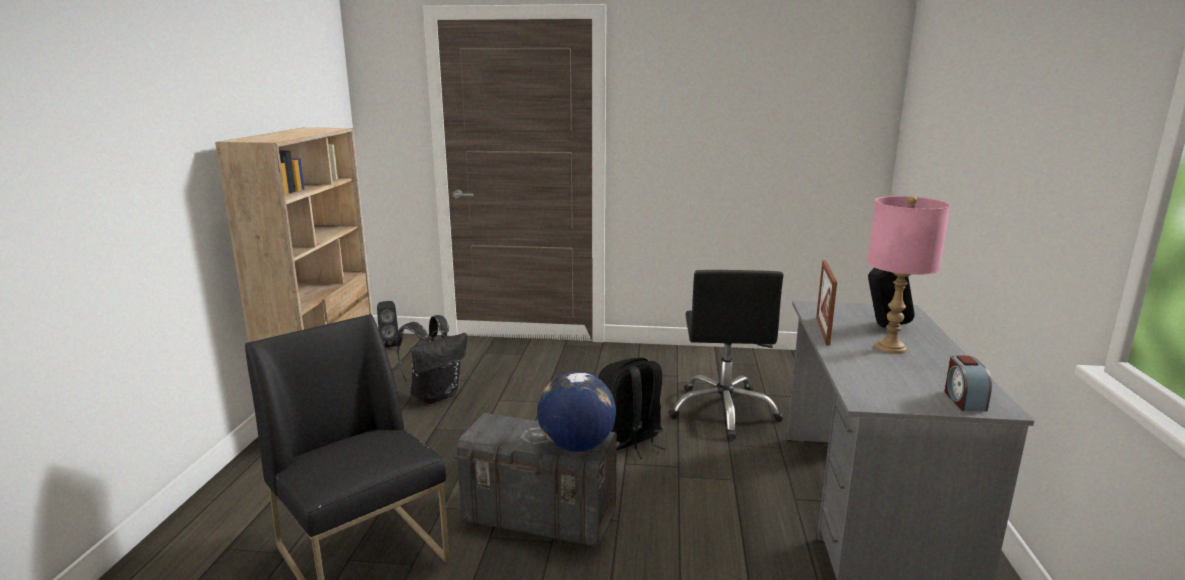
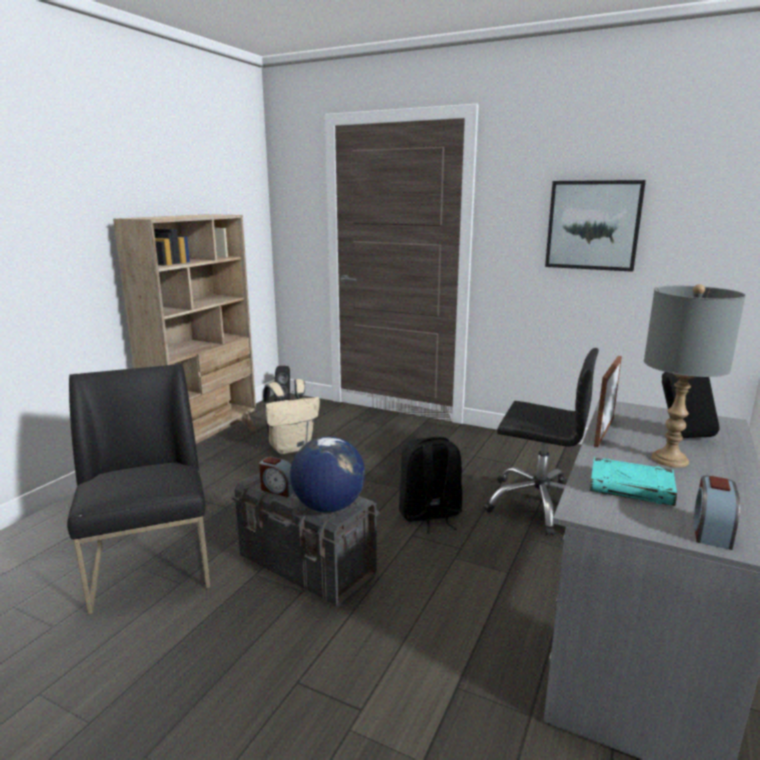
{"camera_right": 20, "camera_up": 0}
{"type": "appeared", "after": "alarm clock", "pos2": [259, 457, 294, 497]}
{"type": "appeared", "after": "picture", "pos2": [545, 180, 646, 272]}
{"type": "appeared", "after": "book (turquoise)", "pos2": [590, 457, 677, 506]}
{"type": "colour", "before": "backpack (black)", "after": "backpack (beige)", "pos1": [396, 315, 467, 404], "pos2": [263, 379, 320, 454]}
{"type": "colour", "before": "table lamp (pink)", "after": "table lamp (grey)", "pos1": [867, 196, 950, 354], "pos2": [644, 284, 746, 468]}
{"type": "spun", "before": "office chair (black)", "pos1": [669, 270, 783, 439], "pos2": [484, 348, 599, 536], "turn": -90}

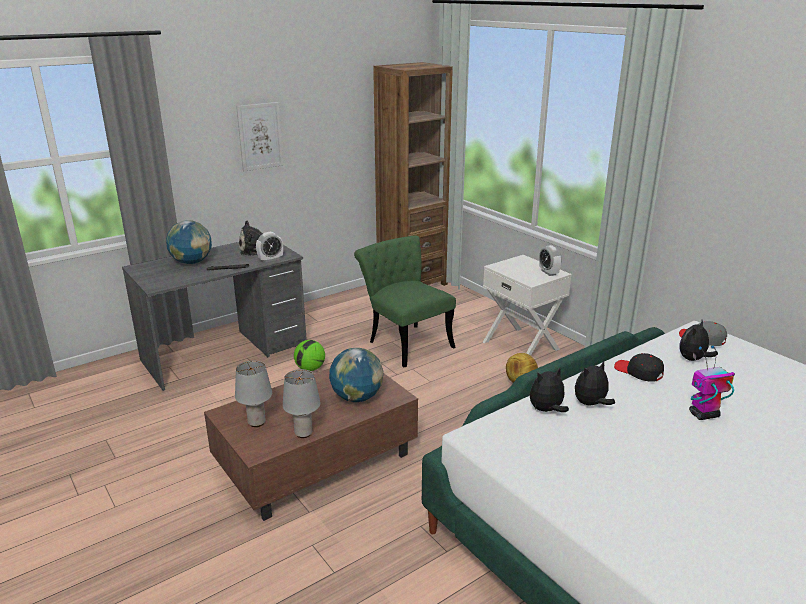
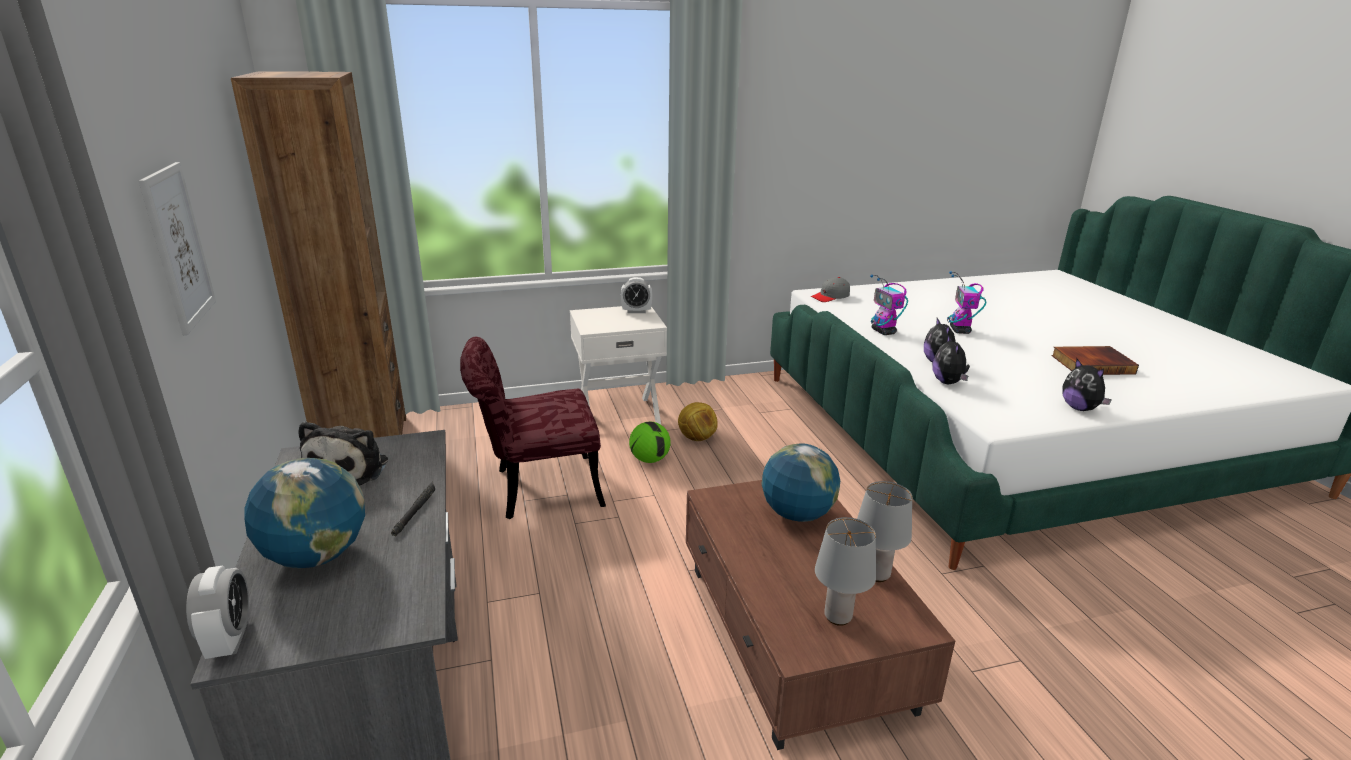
{"camera_right": -70, "camera_up": 0}
{"type": "appeared", "after": "book", "pos2": [1051, 346, 1139, 375]}
{"type": "relocated", "before": "alarm clock", "pos1": [256, 232, 283, 263], "pos2": [186, 566, 249, 659]}
{"type": "relocated", "before": "football", "pos1": [294, 340, 325, 371], "pos2": [629, 422, 671, 463]}
{"type": "relocated", "before": "plush toy", "pos1": [679, 320, 718, 361], "pos2": [1062, 359, 1112, 411]}
{"type": "exchanged", "before": "cap (black)", "after": "toy robot", "pos1": [614, 353, 664, 382], "pos2": [870, 275, 908, 335]}
{"type": "colour", "before": "chair (green)", "after": "chair (red)", "pos1": [354, 235, 456, 367], "pos2": [460, 337, 606, 519]}

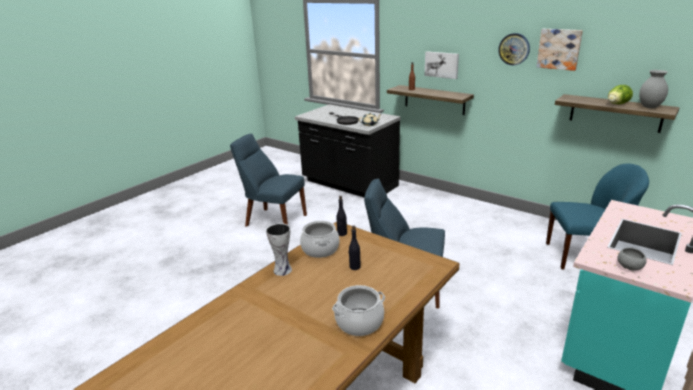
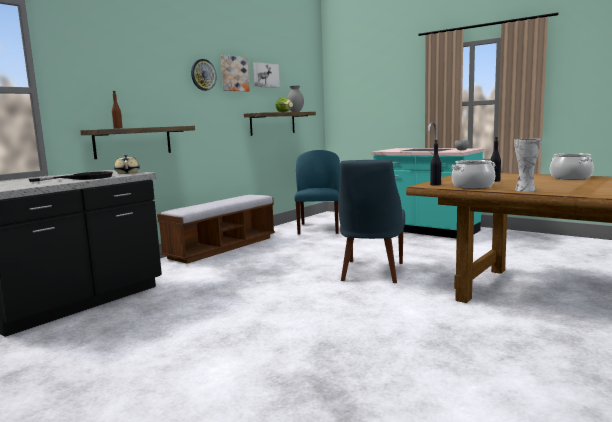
{"camera_right": -90, "camera_up": -15}
{"type": "missing", "before": "chair (blue)", "pos1": [230, 133, 307, 227]}
{"type": "appeared", "after": "bench", "pos2": [157, 195, 275, 264]}
{"type": "relocated", "before": "picture", "pos1": [424, 51, 459, 79], "pos2": [253, 62, 280, 88]}

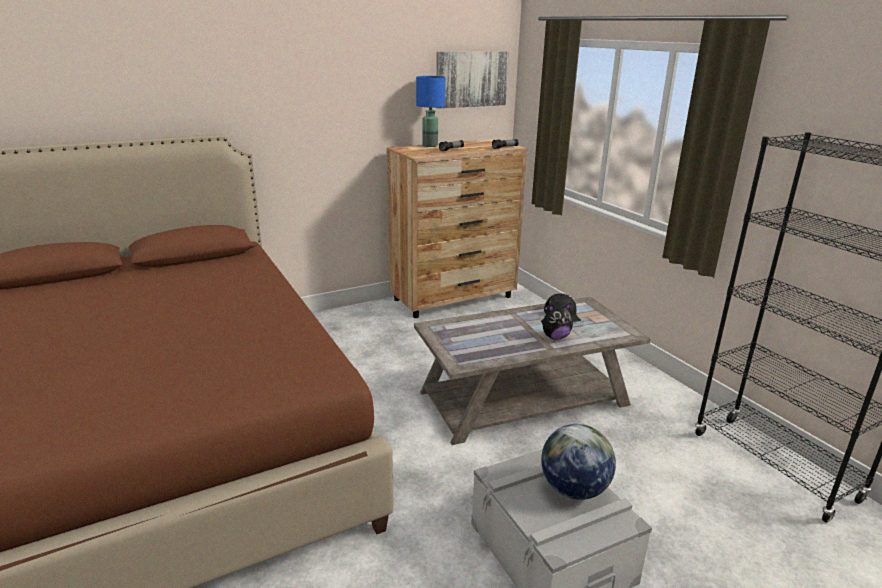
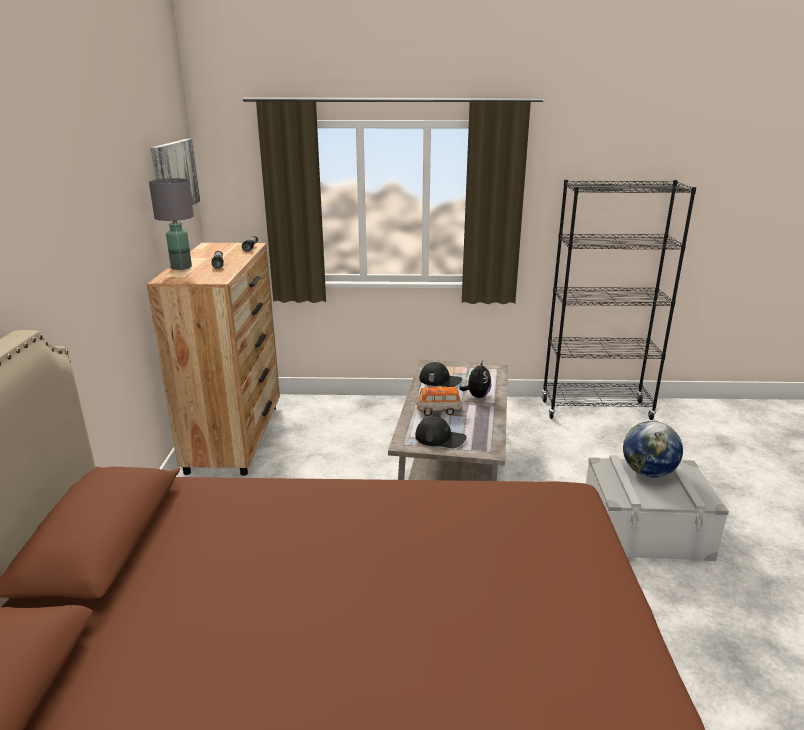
{"camera_right": -60, "camera_up": 0}
{"type": "appeared", "after": "cap (black)", "pos2": [415, 416, 467, 448]}
{"type": "appeared", "after": "toy car", "pos2": [416, 386, 462, 416]}
{"type": "colour", "before": "table lamp (blue)", "after": "table lamp (grey)", "pos1": [416, 76, 445, 147], "pos2": [149, 178, 194, 270]}

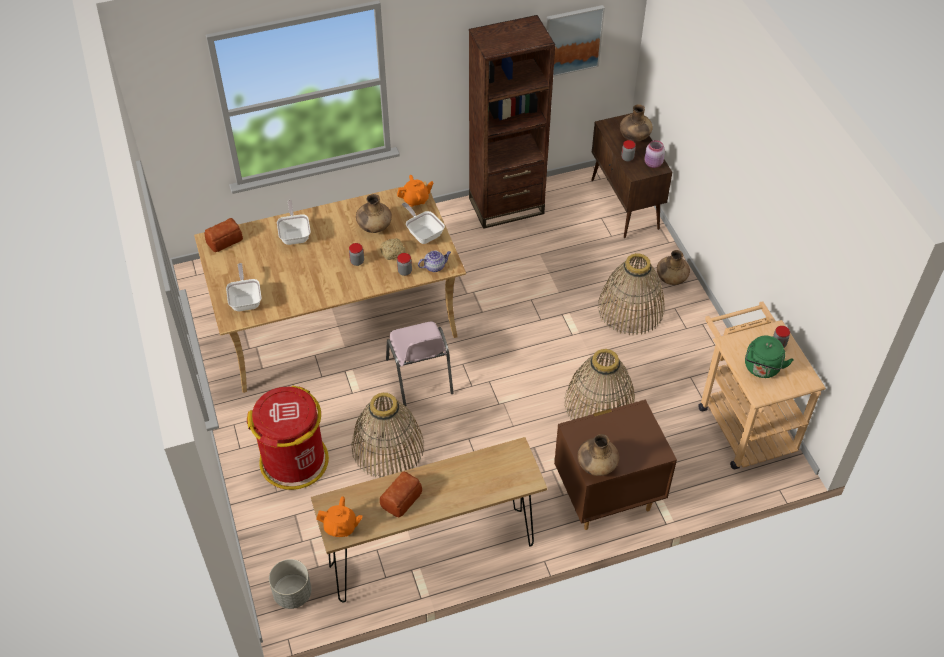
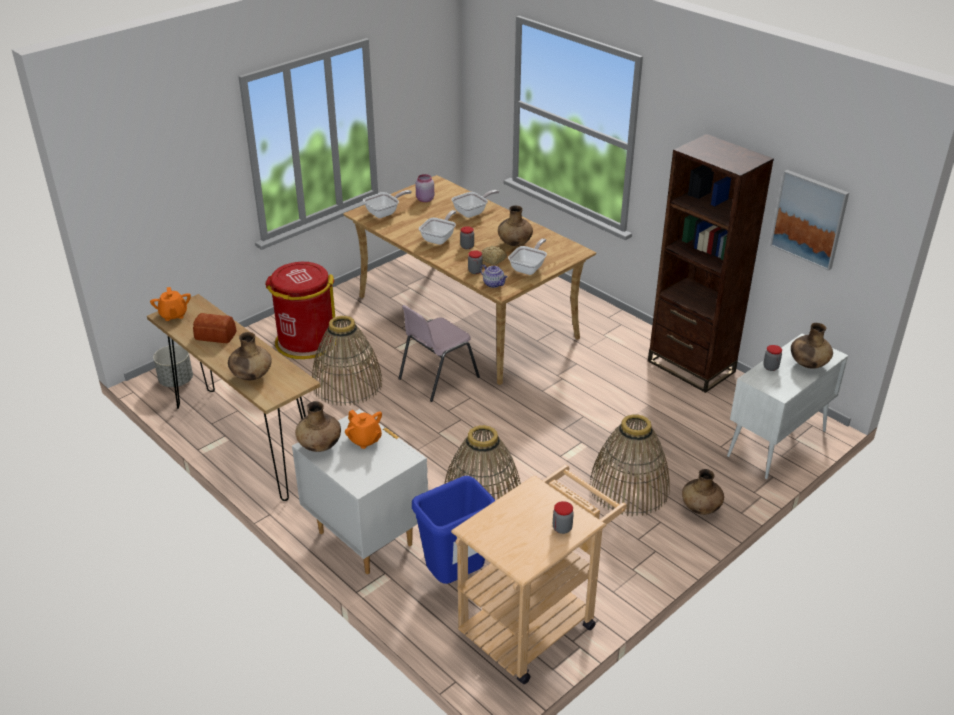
{"camera_right": 65, "camera_up": -15}
{"type": "missing", "before": "bread", "pos1": [204, 218, 243, 252]}
{"type": "missing", "before": "kettle (green)", "pos1": [745, 336, 794, 378]}
{"type": "appeared", "after": "vase (brown)", "pos2": [228, 332, 272, 380]}
{"type": "appeared", "after": "trash can (blue)", "pos2": [412, 476, 495, 584]}
{"type": "appeared", "after": "frying pan", "pos2": [419, 210, 456, 245]}
{"type": "relocated", "before": "teapot (orange)", "pos1": [397, 175, 433, 207], "pos2": [345, 410, 382, 449]}
{"type": "relocated", "before": "jar (pink)", "pos1": [645, 140, 665, 168], "pos2": [415, 174, 434, 202]}
{"type": "colour", "before": "nightstand (brown)", "after": "nightstand (white)", "pos1": [554, 399, 677, 530], "pos2": [292, 409, 428, 574]}
{"type": "colour", "before": "cabinet (brown)", "after": "cabinet (white)", "pos1": [591, 113, 672, 238], "pos2": [727, 334, 848, 479]}

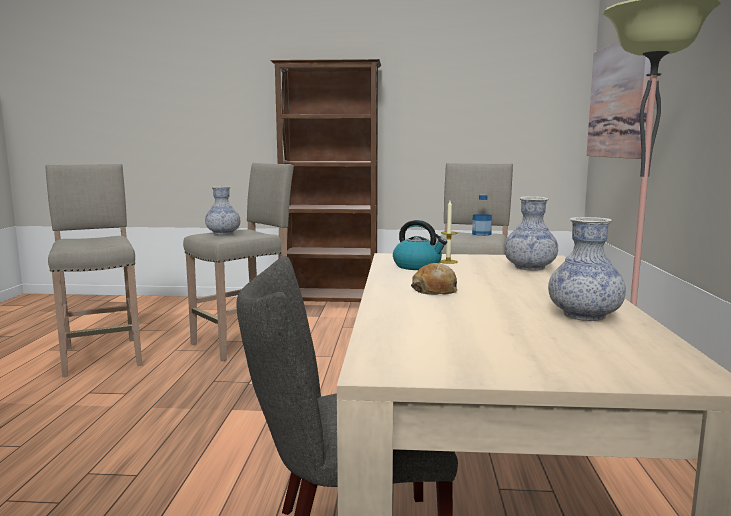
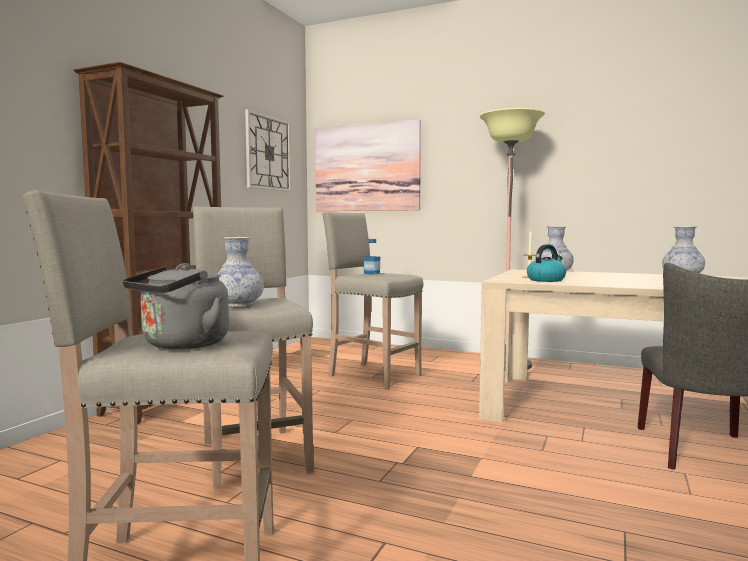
{"camera_right": -70, "camera_up": -5}
{"type": "missing", "before": "bread", "pos1": [411, 263, 458, 295]}
{"type": "appeared", "after": "kettle (grey)", "pos2": [123, 263, 229, 349]}
{"type": "appeared", "after": "wall clock", "pos2": [245, 109, 291, 192]}

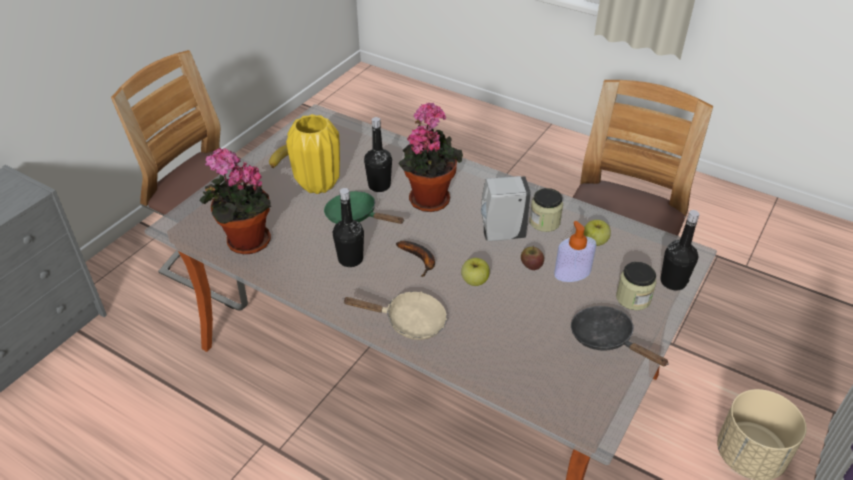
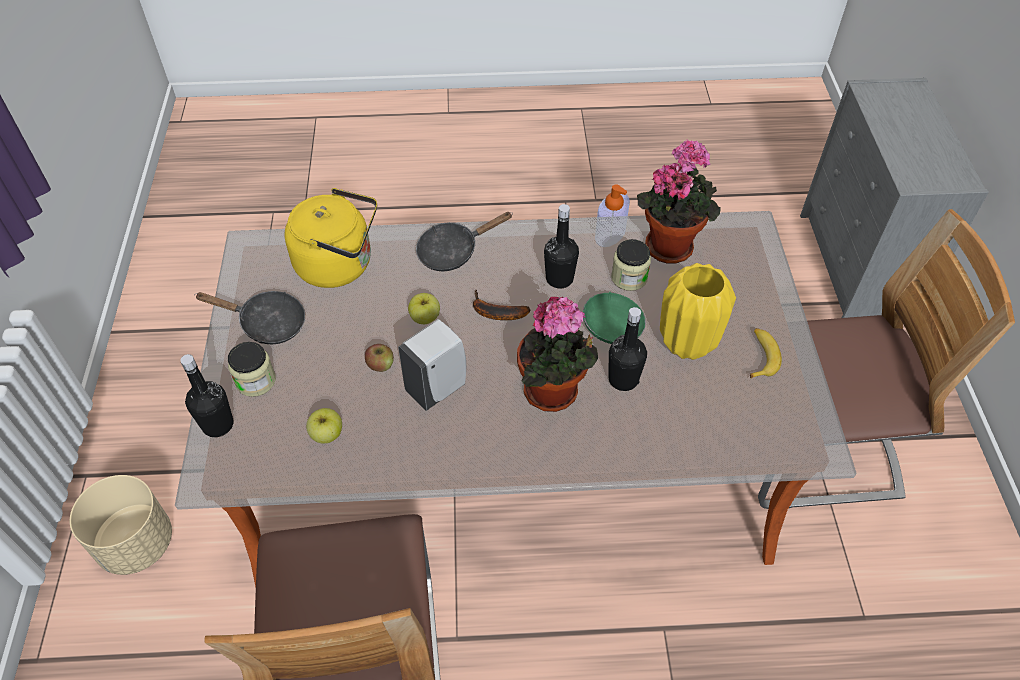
{"camera_right": 145, "camera_up": 10}
{"type": "appeared", "after": "kettle (yellow)", "pos2": [285, 188, 377, 288]}
{"type": "relocated", "before": "jar", "pos1": [529, 188, 563, 232], "pos2": [611, 239, 651, 291]}
{"type": "relocated", "before": "soap dispenser", "pos1": [554, 221, 597, 282], "pos2": [595, 185, 630, 247]}
{"type": "colour", "before": "frying pan (beige)", "after": "frying pan (black)", "pos1": [342, 292, 447, 340], "pos2": [416, 212, 513, 271]}

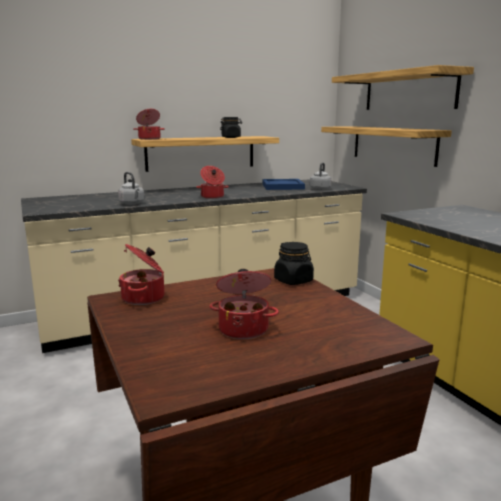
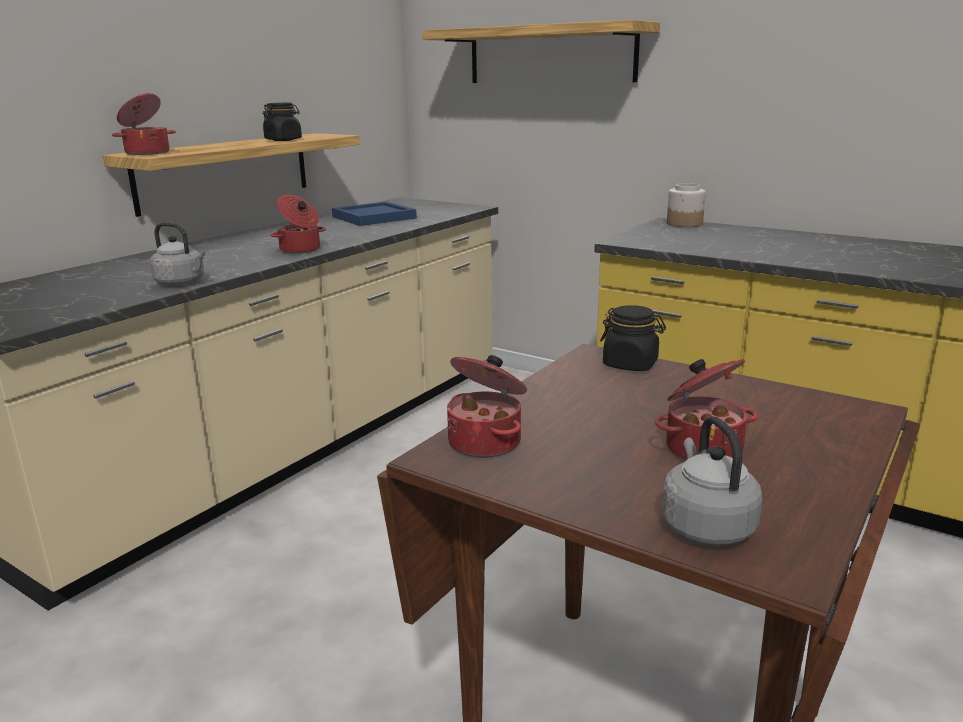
{"camera_right": -30, "camera_up": 5}
{"type": "missing", "before": "shelf", "pos1": [321, 126, 452, 167]}
{"type": "appeared", "after": "jar", "pos2": [667, 183, 706, 227]}
{"type": "relocated", "before": "kettle (grey)", "pos1": [310, 162, 332, 190], "pos2": [662, 416, 762, 545]}

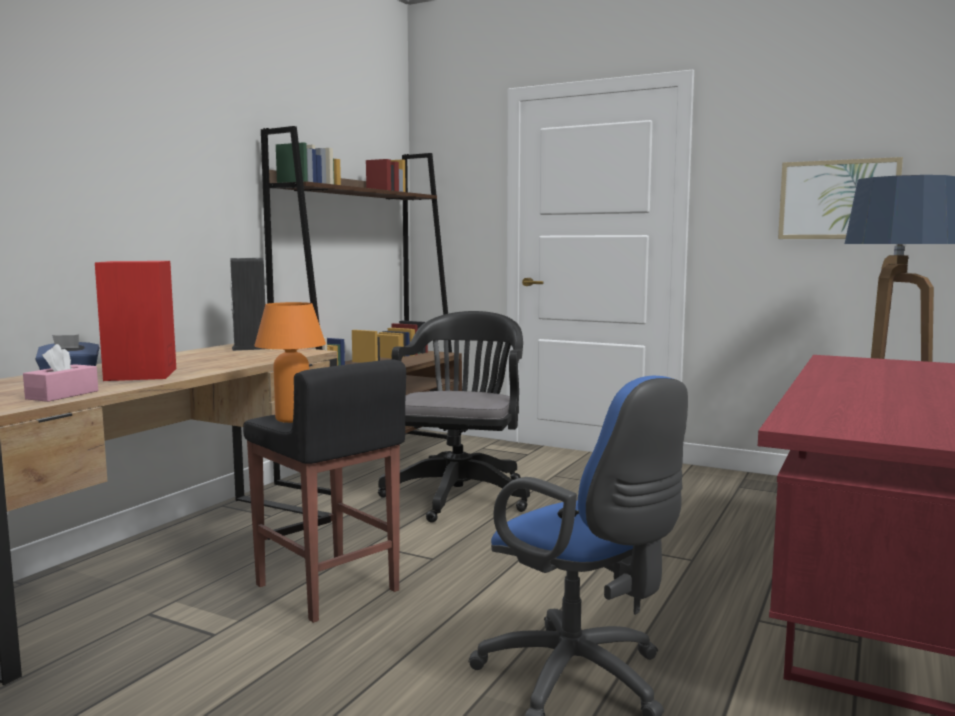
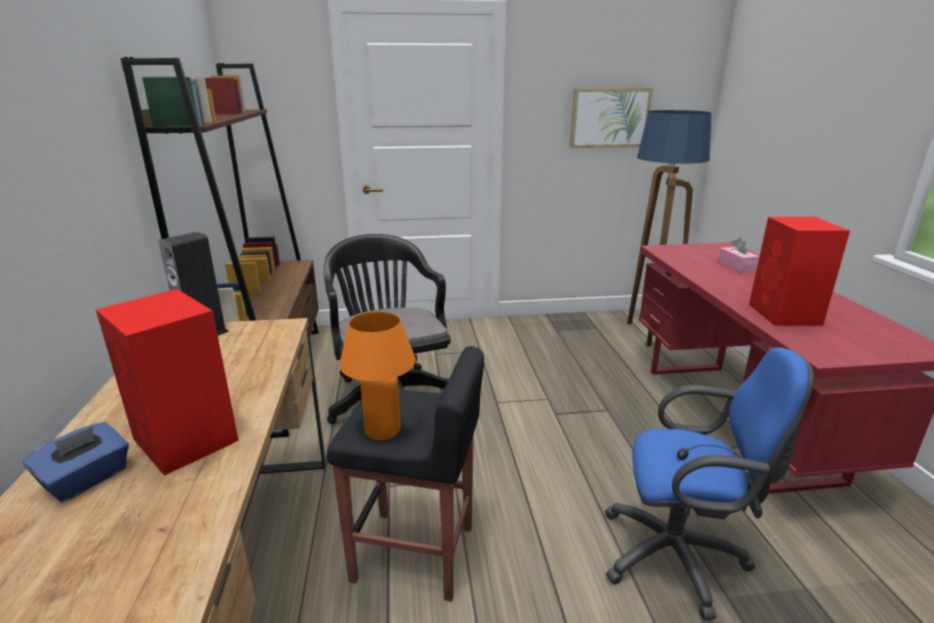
{"camera_right": -35, "camera_up": 15}
{"type": "appeared", "after": "speaker (red)", "pos2": [749, 217, 850, 326]}
{"type": "relocated", "before": "tissue box (pink)", "pos1": [23, 344, 98, 402], "pos2": [718, 238, 759, 272]}

